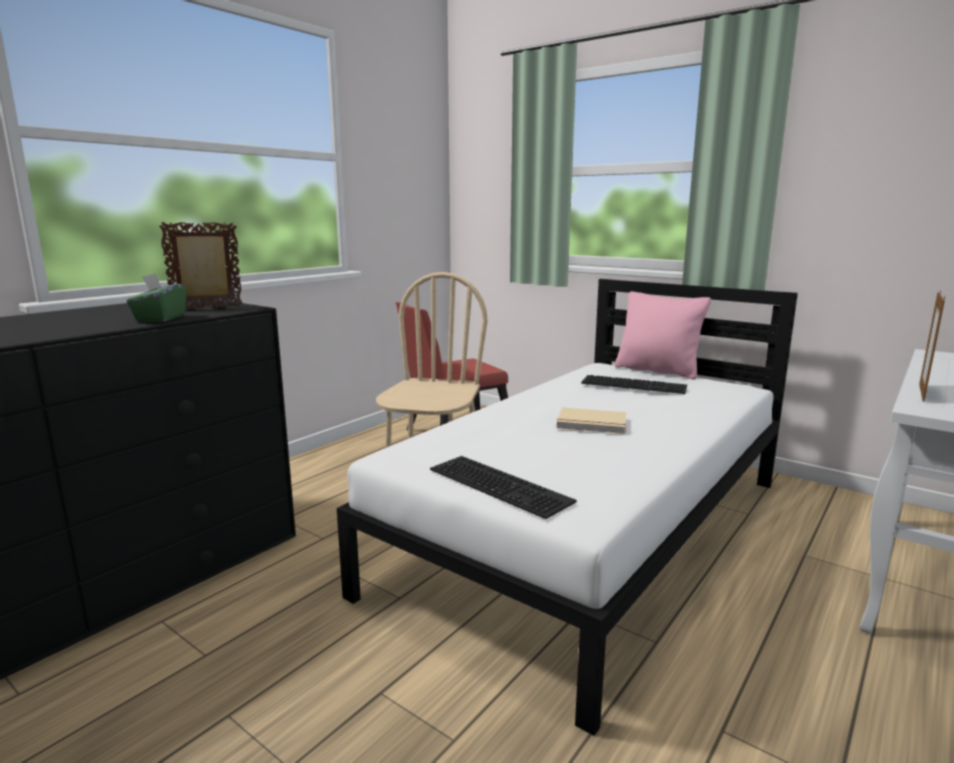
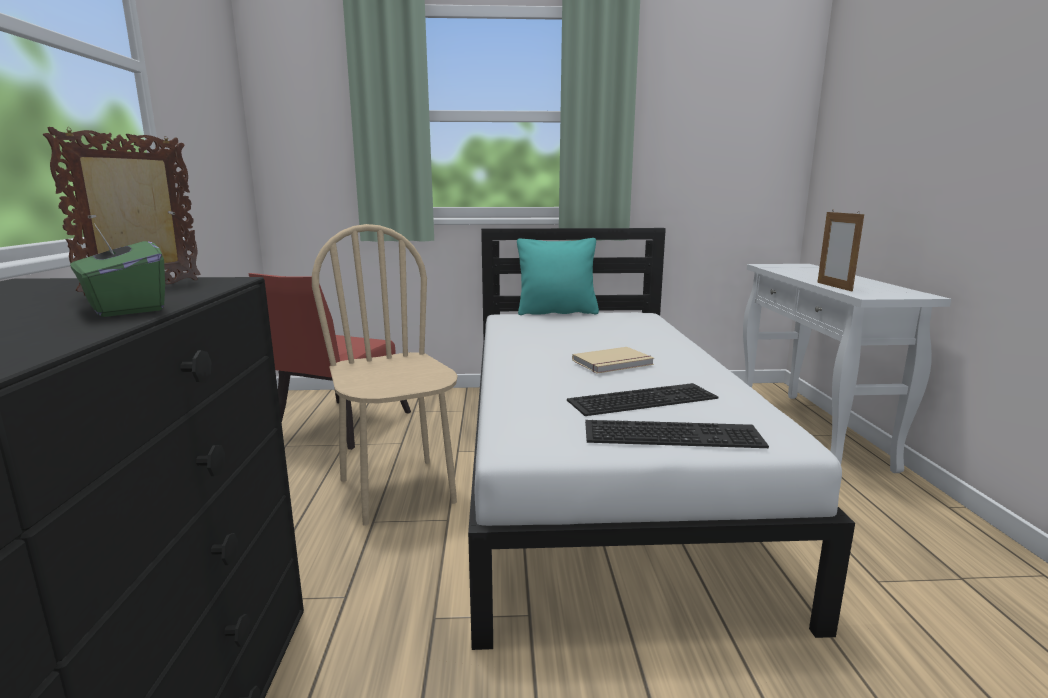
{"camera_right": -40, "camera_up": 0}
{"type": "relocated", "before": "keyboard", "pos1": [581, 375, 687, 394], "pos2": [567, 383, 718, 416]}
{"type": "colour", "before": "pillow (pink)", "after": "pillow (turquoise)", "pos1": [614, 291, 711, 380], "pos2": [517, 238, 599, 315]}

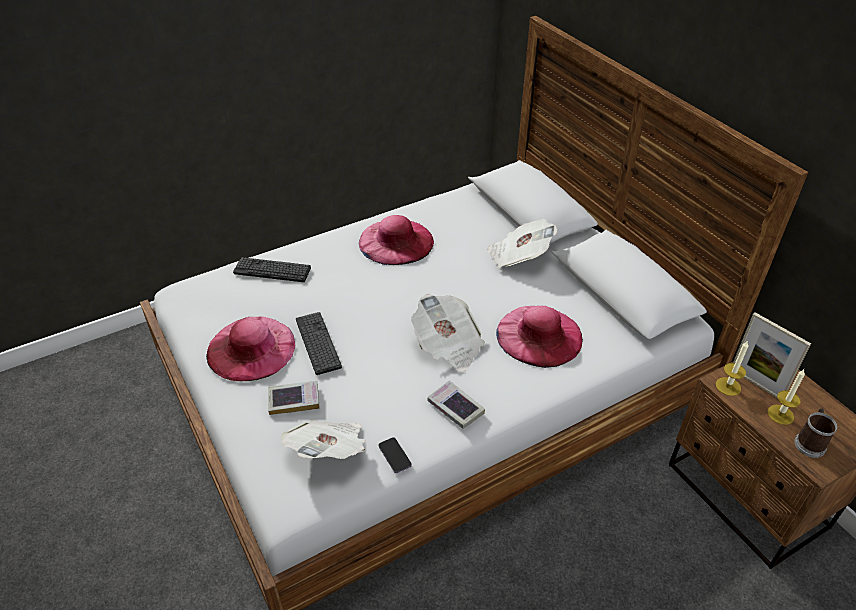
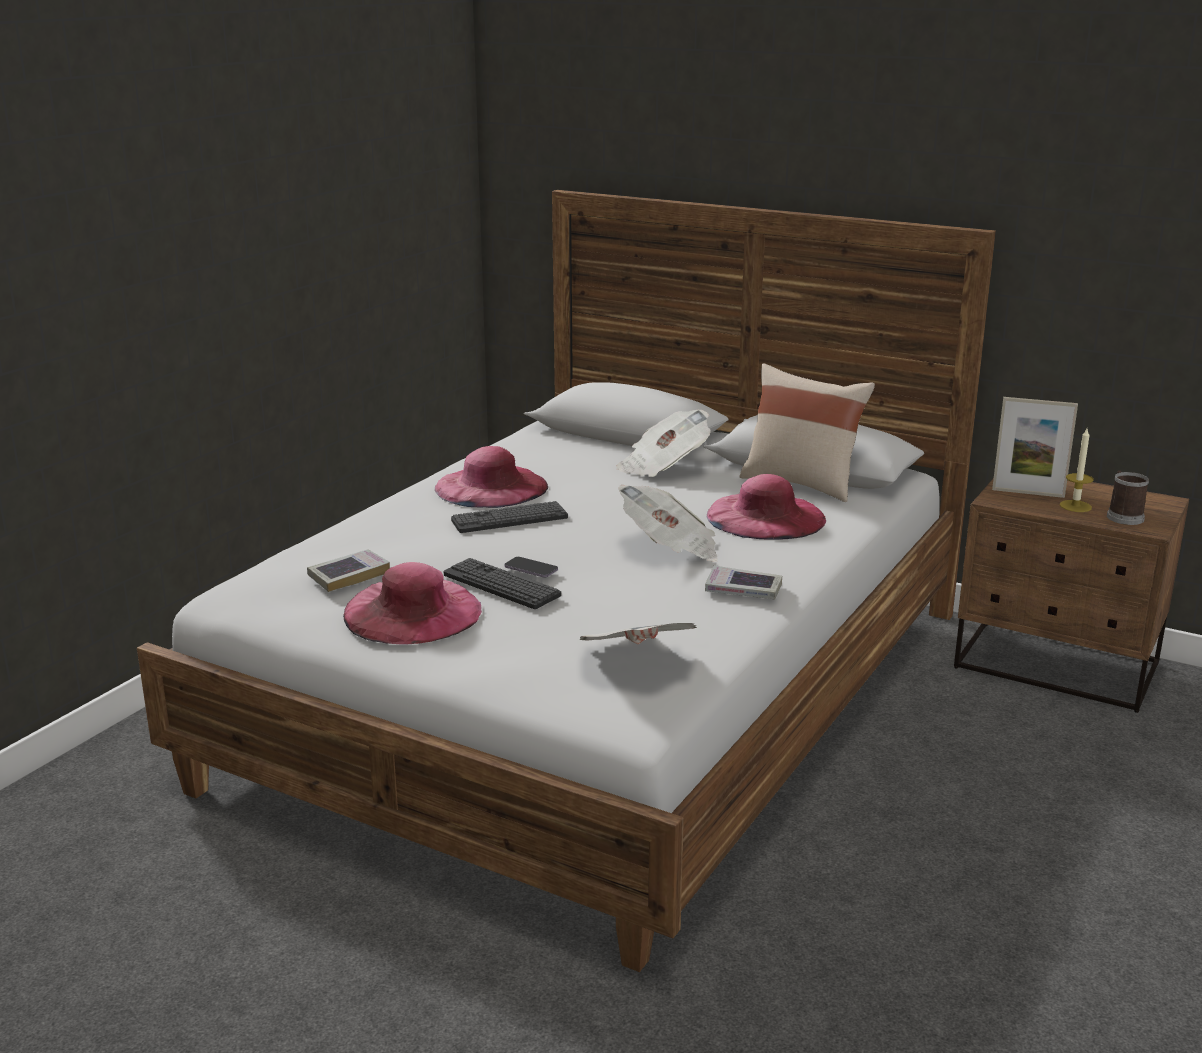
{"camera_right": -30, "camera_up": -20}
{"type": "missing", "before": "candle", "pos1": [716, 340, 748, 396]}
{"type": "appeared", "after": "pillow (beige)", "pos2": [740, 363, 875, 502]}
{"type": "relocated", "before": "keyboard", "pos1": [233, 257, 311, 282], "pos2": [451, 501, 568, 533]}
{"type": "relocated", "before": "book", "pos1": [268, 381, 319, 415], "pos2": [307, 549, 390, 592]}
{"type": "relocated", "before": "phone", "pos1": [379, 437, 412, 473], "pos2": [504, 557, 558, 577]}

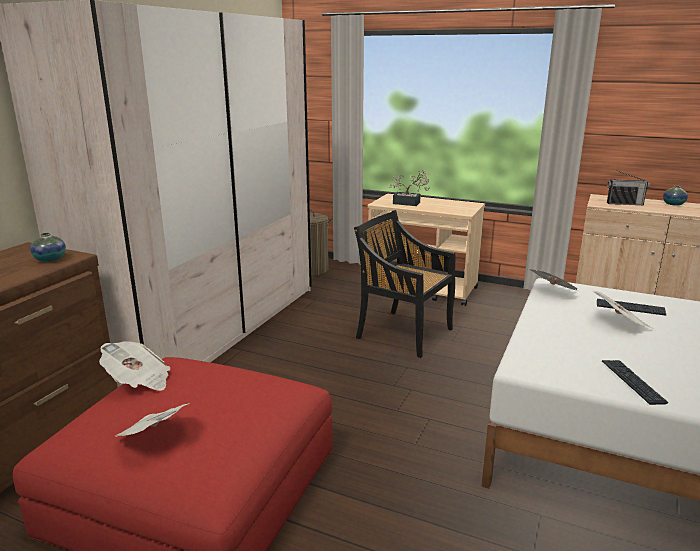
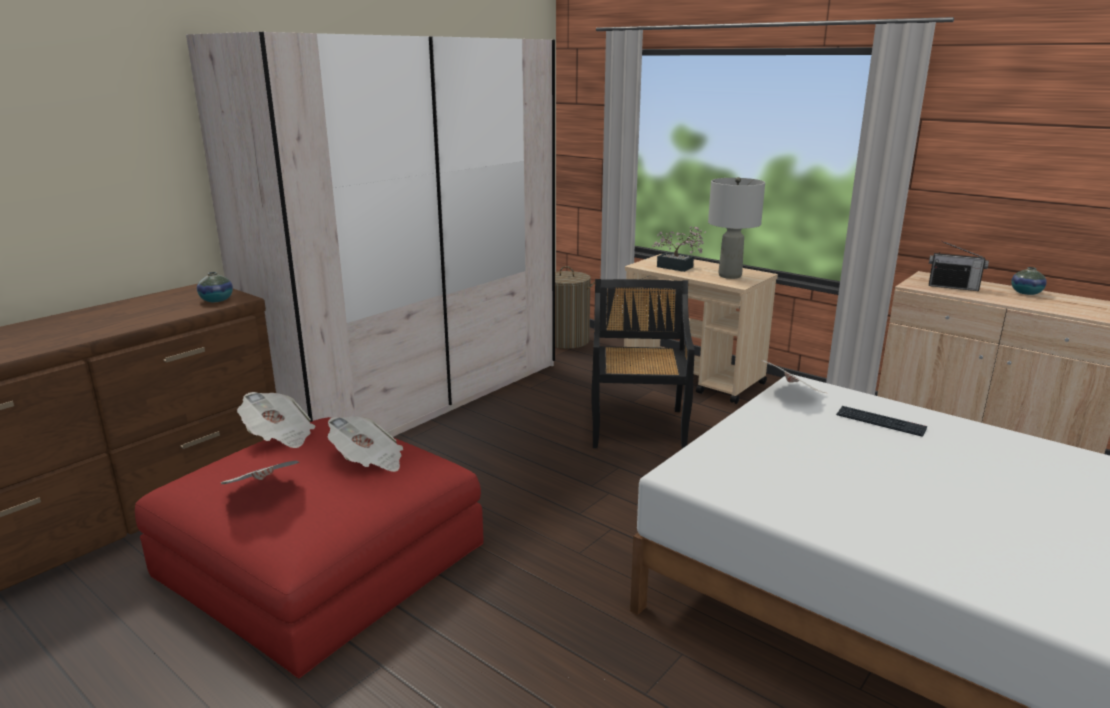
{"camera_right": 15, "camera_up": 0}
{"type": "missing", "before": "keyboard", "pos1": [602, 360, 668, 405]}
{"type": "appeared", "after": "table lamp (grey)", "pos2": [708, 177, 765, 279]}
{"type": "relocated", "before": "newspaper", "pos1": [593, 291, 655, 329], "pos2": [327, 416, 403, 472]}
{"type": "spun", "before": "chair (black)", "pos1": [354, 210, 455, 358], "pos2": [591, 279, 695, 449], "turn": 45}

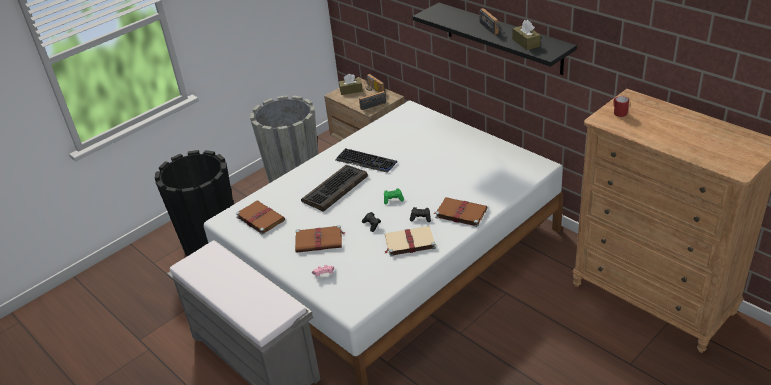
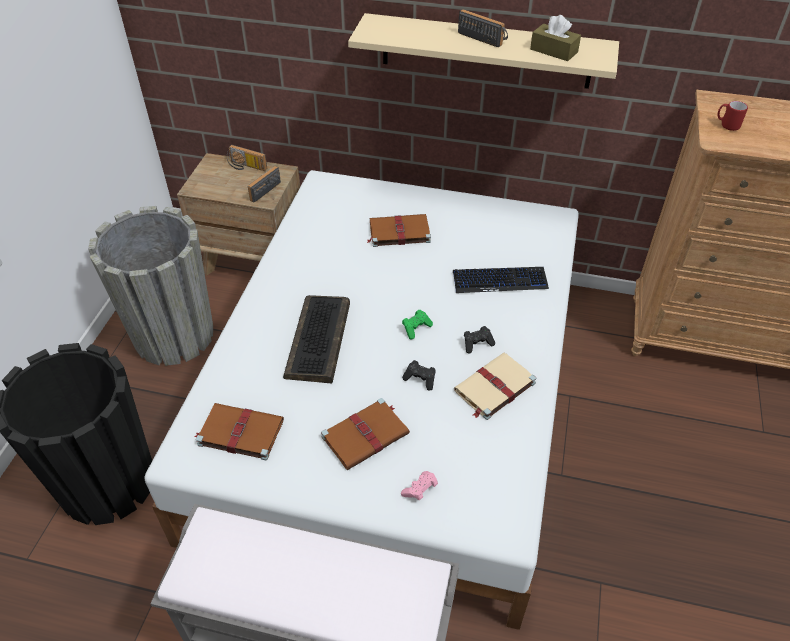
{"camera_right": -35, "camera_up": 10}
{"type": "missing", "before": "tissue box (brown)", "pos1": [339, 74, 363, 95]}
{"type": "relocated", "before": "keyboard", "pos1": [336, 148, 397, 173], "pos2": [453, 267, 549, 293]}
{"type": "relocated", "before": "book (brown)", "pos1": [433, 197, 487, 227], "pos2": [367, 214, 431, 247]}
{"type": "colour", "before": "shelf (black)", "after": "shelf (beige)", "pos1": [413, 3, 577, 75], "pos2": [348, 13, 619, 89]}

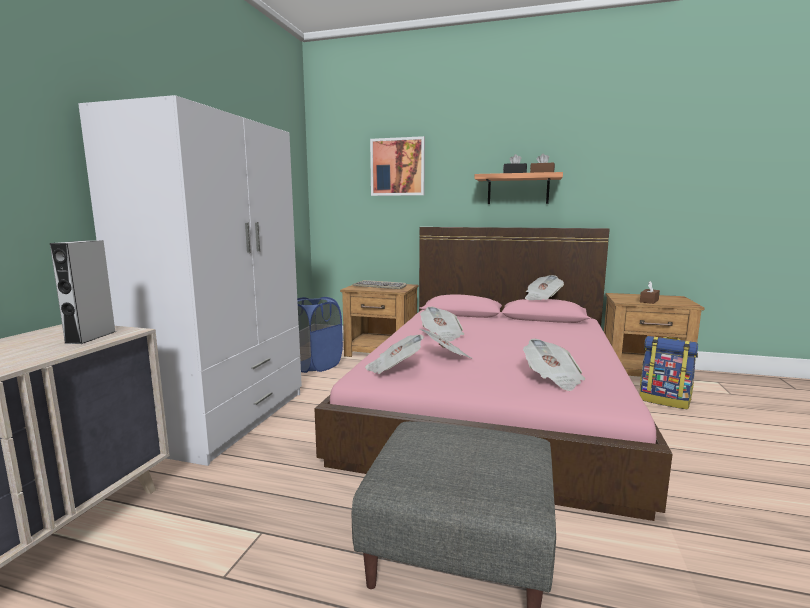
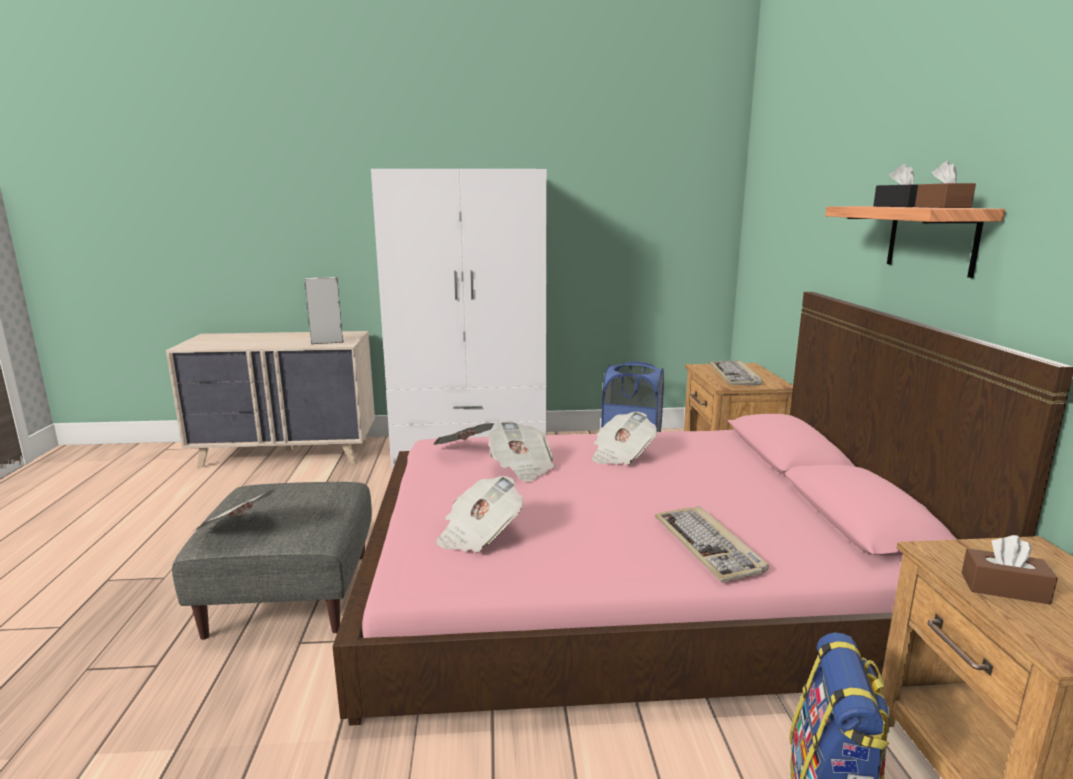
{"camera_right": 70, "camera_up": 5}
{"type": "missing", "before": "picture", "pos1": [370, 136, 425, 196]}
{"type": "appeared", "after": "keyboard", "pos2": [655, 506, 769, 582]}
{"type": "relocated", "before": "newspaper", "pos1": [525, 275, 564, 300], "pos2": [193, 489, 276, 531]}

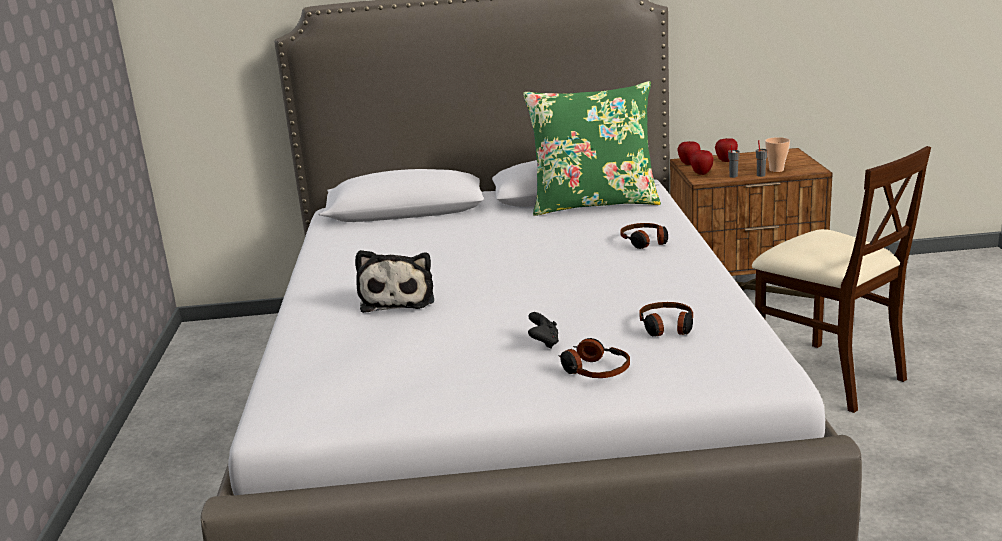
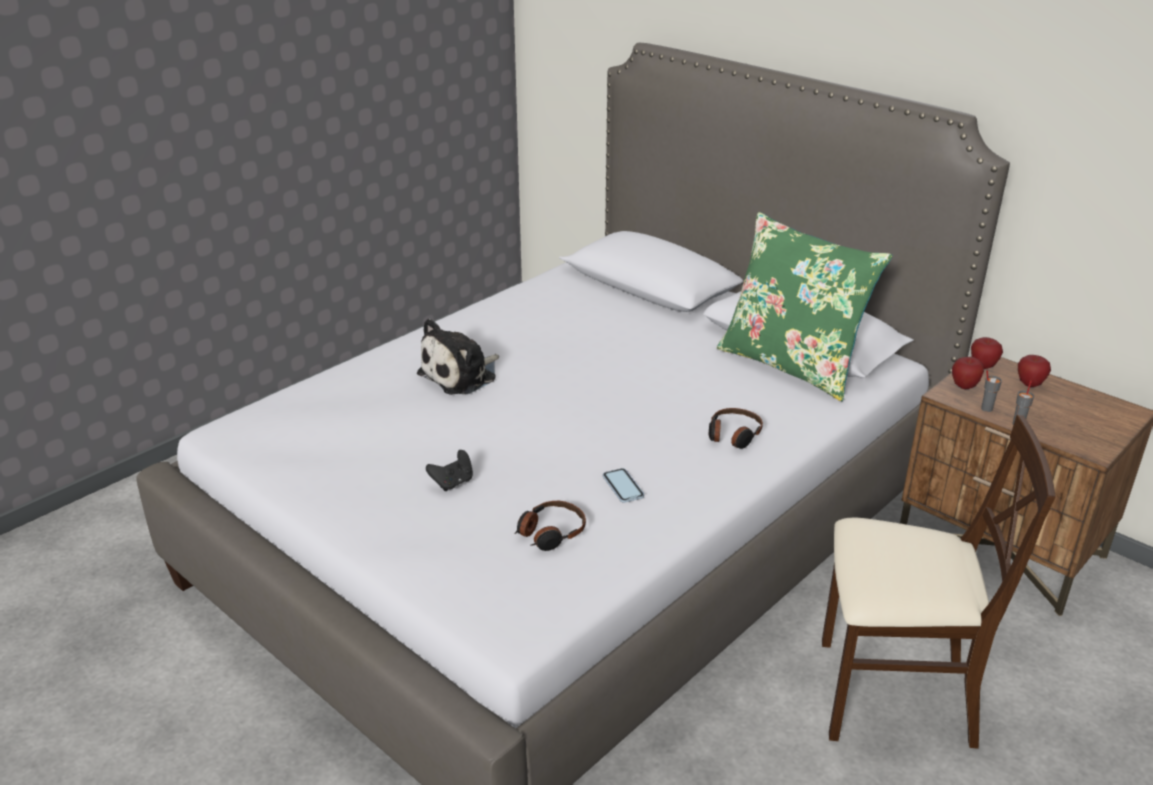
{"camera_right": 45, "camera_up": 10}
{"type": "missing", "before": "headphones", "pos1": [558, 338, 630, 378]}
{"type": "missing", "before": "cup", "pos1": [765, 137, 790, 172]}
{"type": "appeared", "after": "phone", "pos2": [603, 468, 644, 503]}
{"type": "spun", "before": "chair (beige)", "pos1": [752, 146, 931, 413], "pos2": [822, 415, 1056, 749], "turn": -90}

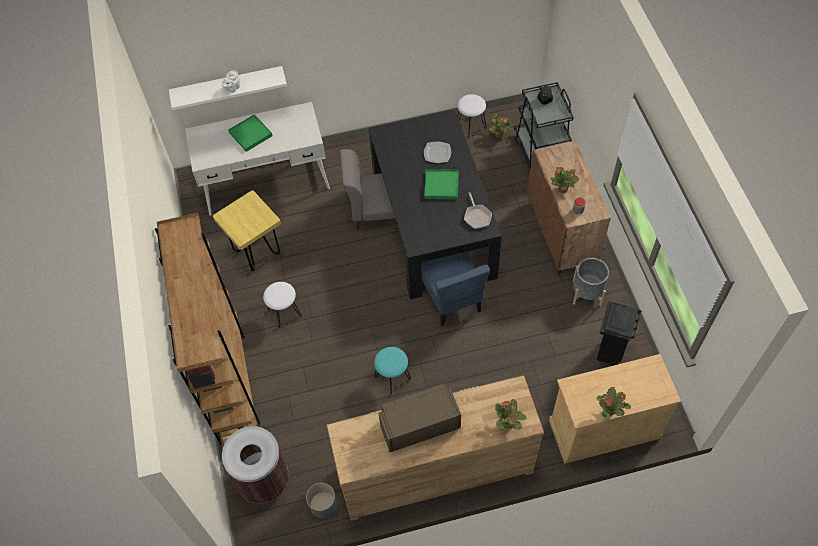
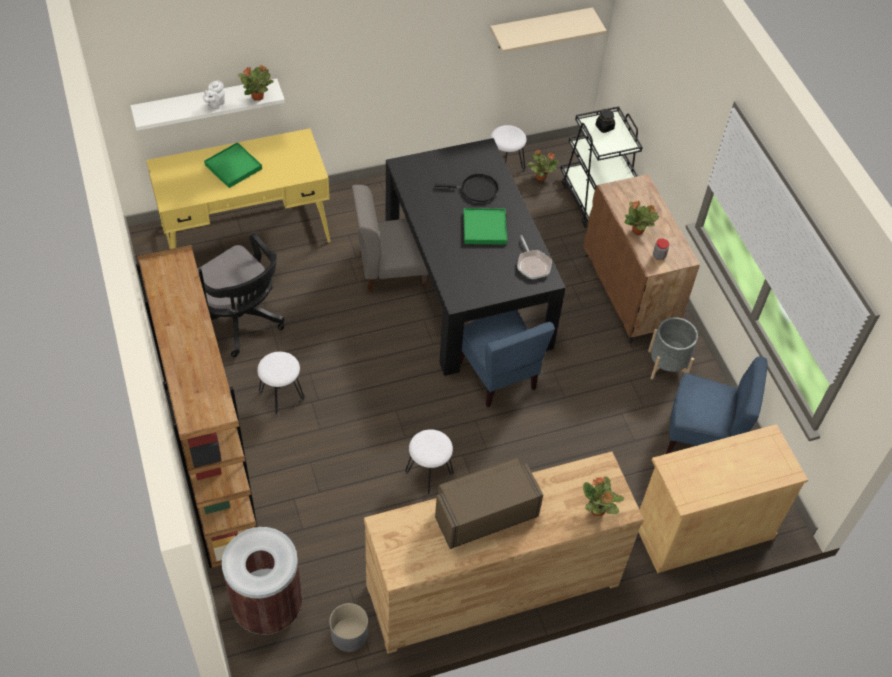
{"camera_right": -10, "camera_up": -5}
{"type": "appeared", "after": "shelf (beige)", "pos2": [490, 7, 607, 53]}
{"type": "relocated", "before": "potted plant", "pos1": [596, 387, 631, 417], "pos2": [238, 65, 274, 101]}
{"type": "exchanged", "before": "stool (yellow)", "after": "office chair (black)", "pos1": [213, 190, 281, 271], "pos2": [198, 233, 285, 357]}
{"type": "exchanged", "before": "plate", "after": "frying pan (black)", "pos1": [424, 142, 451, 163], "pos2": [434, 173, 499, 202]}
{"type": "exchanged", "before": "trash can (black)", "after": "chair (blue)", "pos1": [597, 302, 642, 366], "pos2": [666, 356, 768, 454]}
{"type": "colour", "before": "desk (white)", "after": "desk (yellow)", "pos1": [185, 102, 330, 216], "pos2": [146, 128, 331, 249]}
{"type": "colour", "before": "stool (turquoise)", "after": "stool (white)", "pos1": [374, 347, 411, 395], "pos2": [405, 429, 454, 495]}

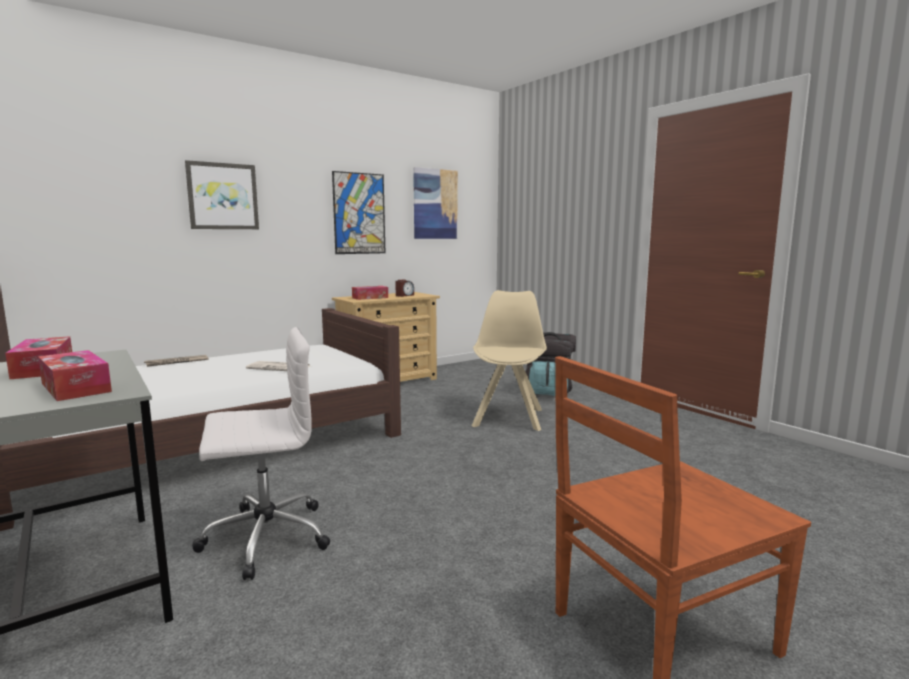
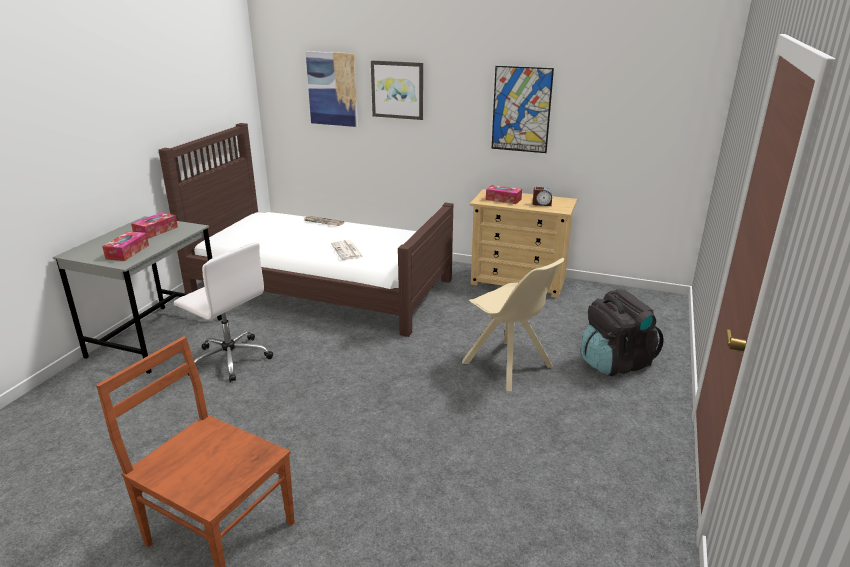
{"camera_right": 55, "camera_up": 15}
{"type": "relocated", "before": "picture", "pos1": [413, 167, 458, 239], "pos2": [306, 51, 358, 127]}
{"type": "spun", "before": "chair (beige)", "pos1": [472, 290, 547, 431], "pos2": [462, 258, 564, 391], "turn": 75}

